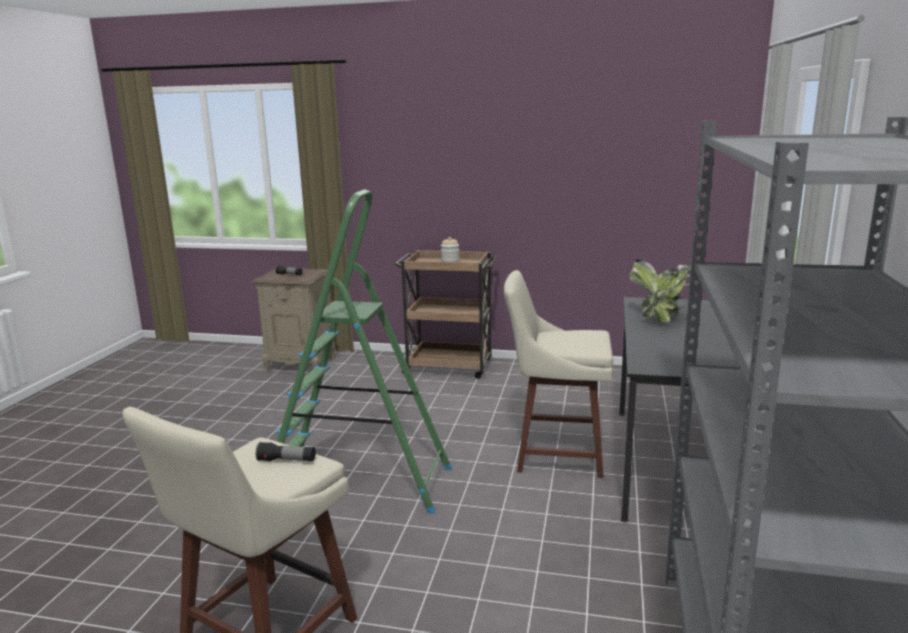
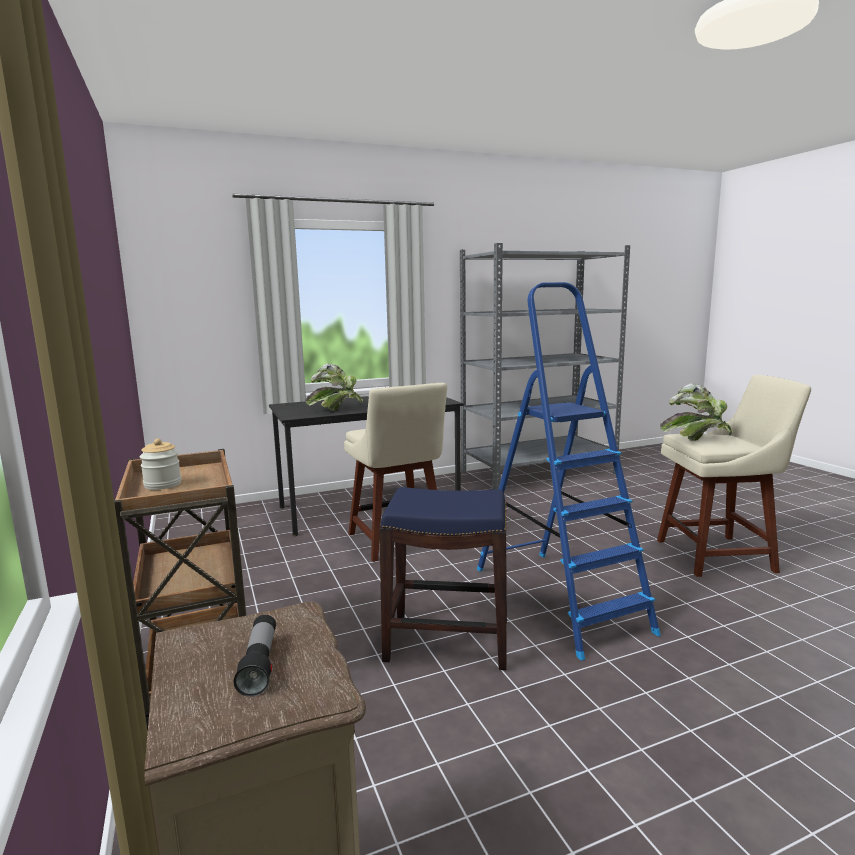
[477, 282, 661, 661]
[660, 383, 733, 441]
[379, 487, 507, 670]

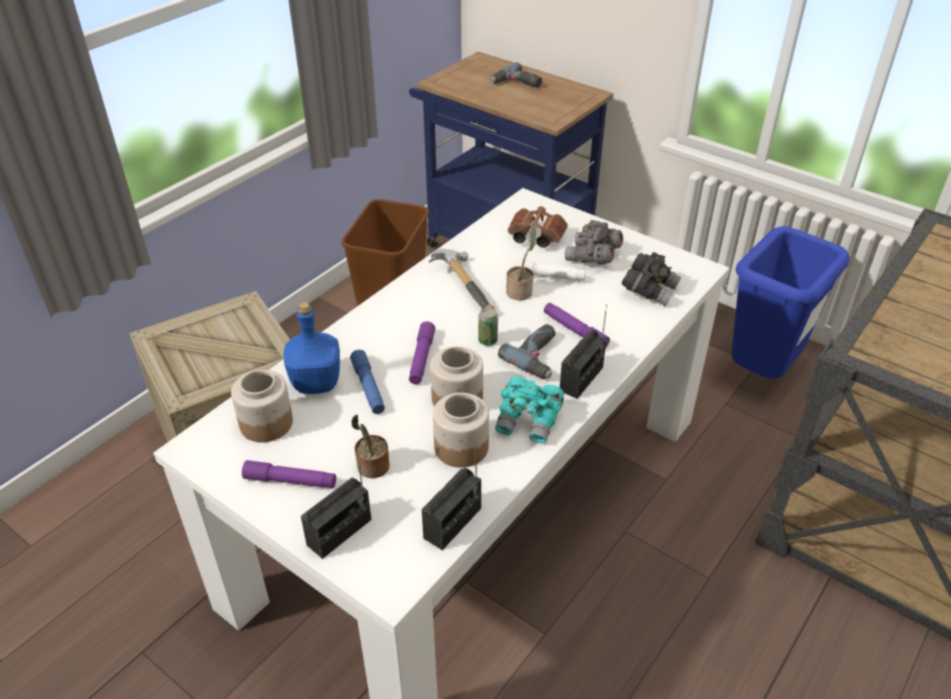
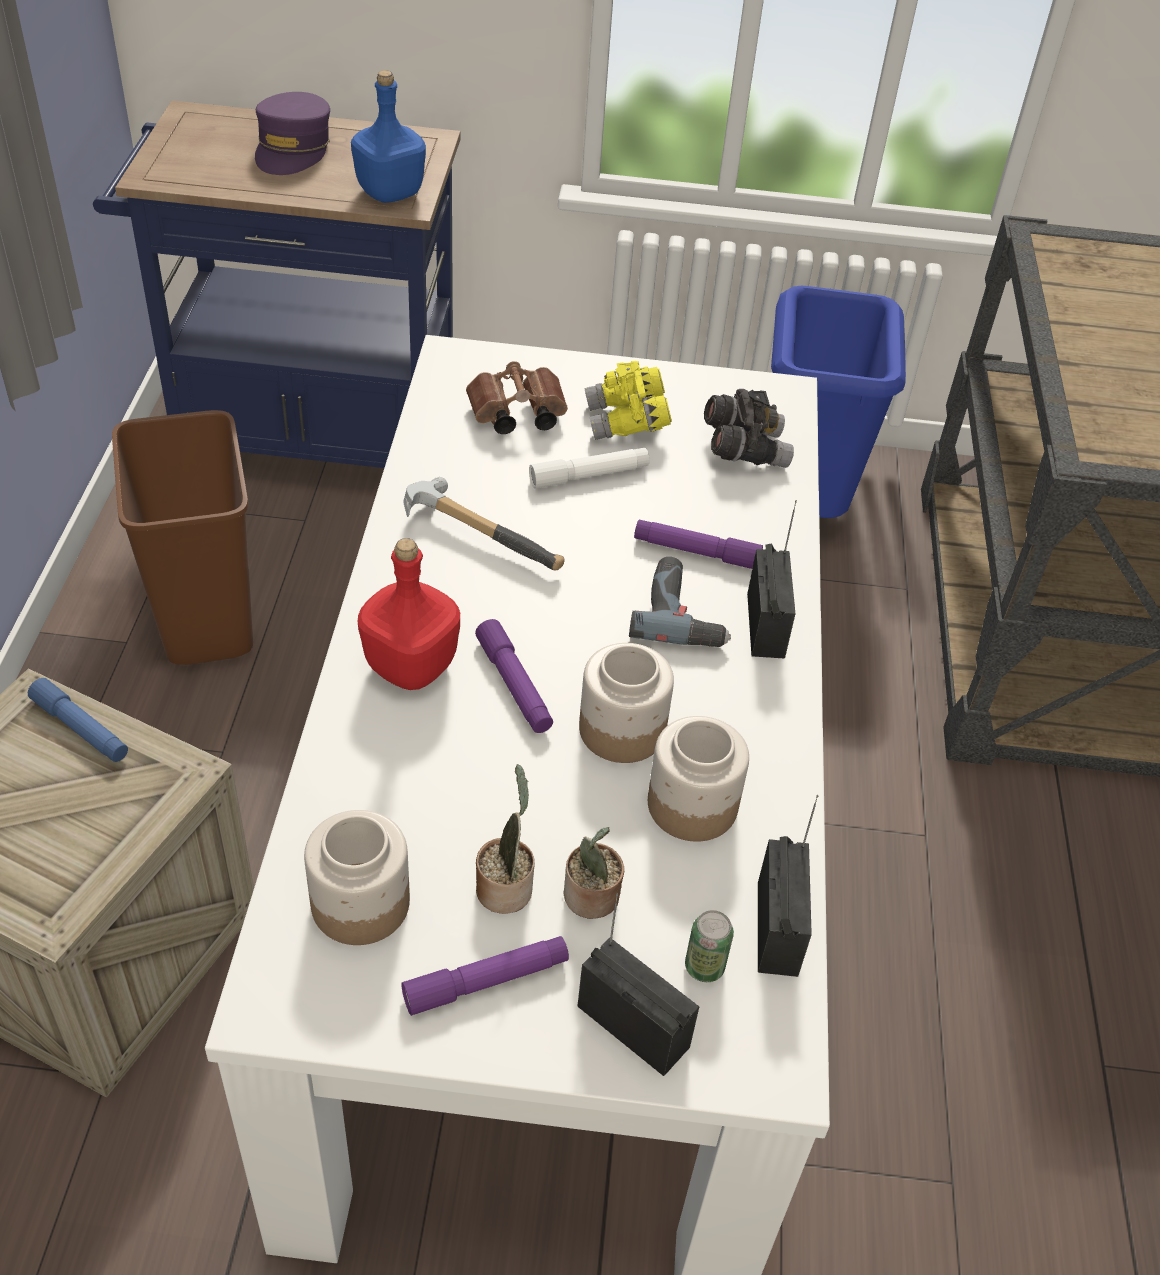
[255, 92, 330, 175]
[585, 361, 672, 440]
[476, 764, 535, 914]
[351, 70, 426, 203]
[685, 910, 734, 982]
[28, 678, 128, 762]
[495, 377, 564, 443] (first image)
[577, 893, 699, 1076]
[358, 538, 460, 690]

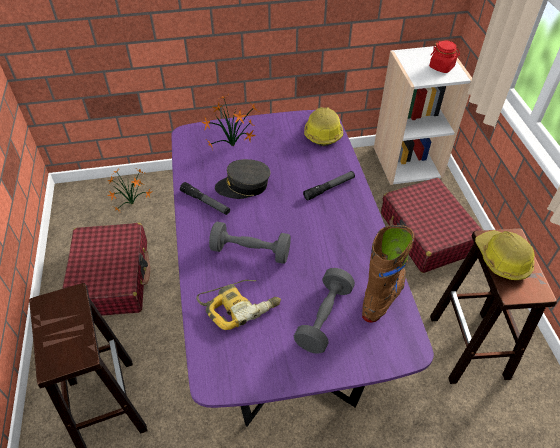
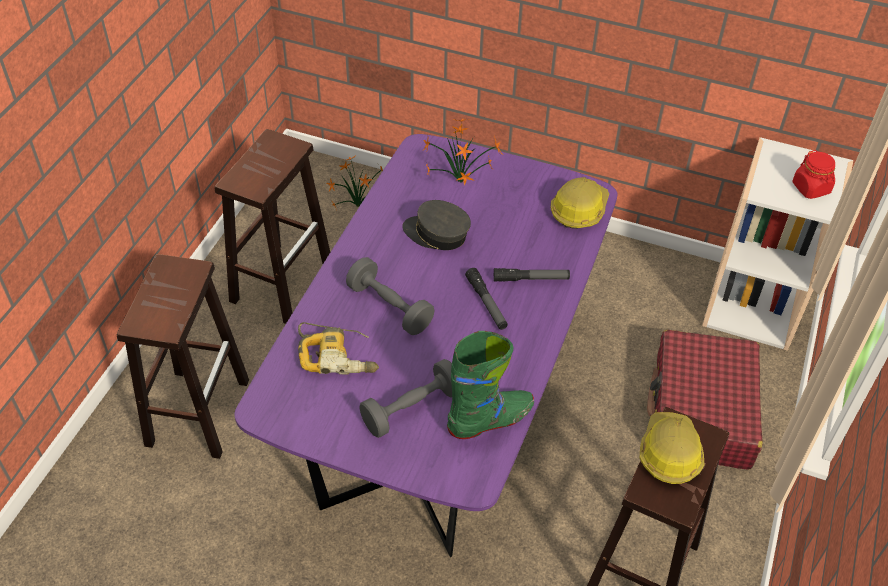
[465, 268, 508, 330]
[214, 129, 330, 324]
[447, 331, 534, 439]

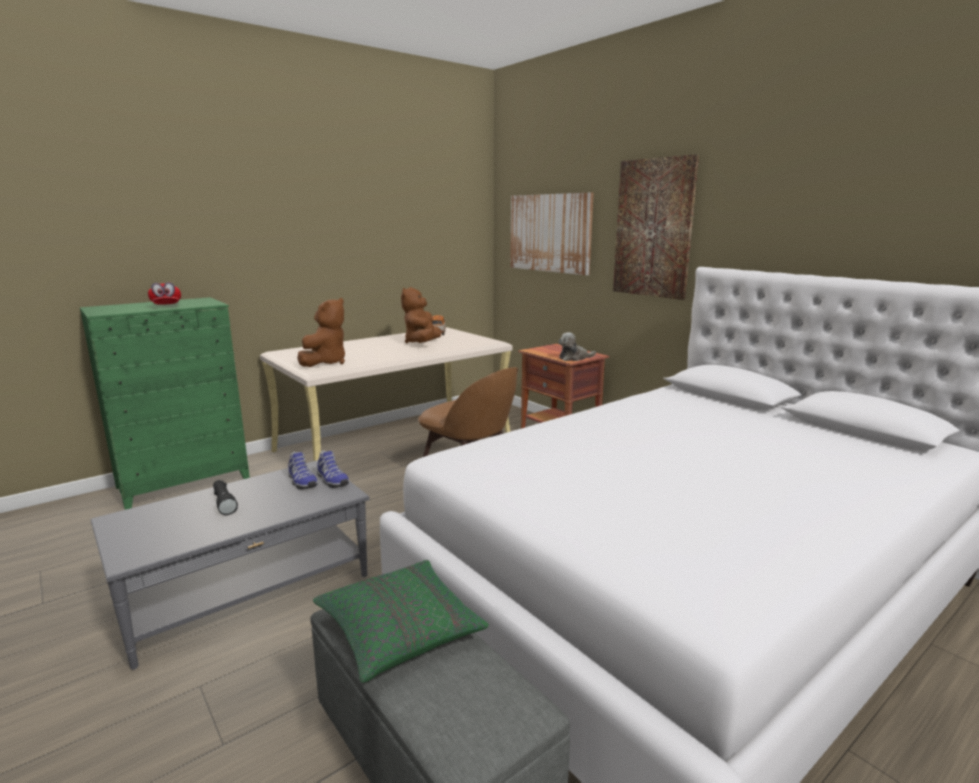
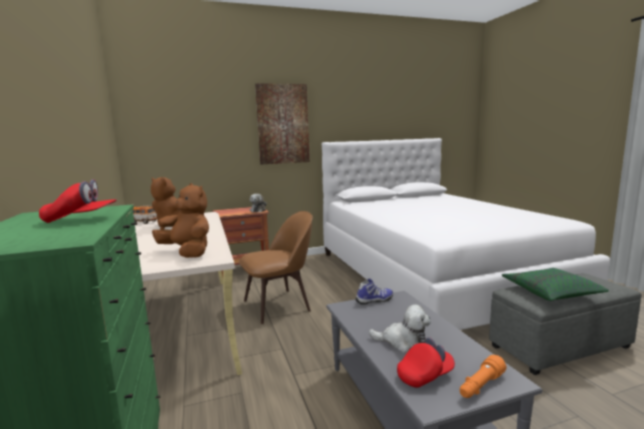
[510, 192, 594, 275] (first image)
[288, 452, 318, 490] (first image)
[369, 304, 431, 353]
[397, 337, 455, 388]
[460, 355, 507, 398]

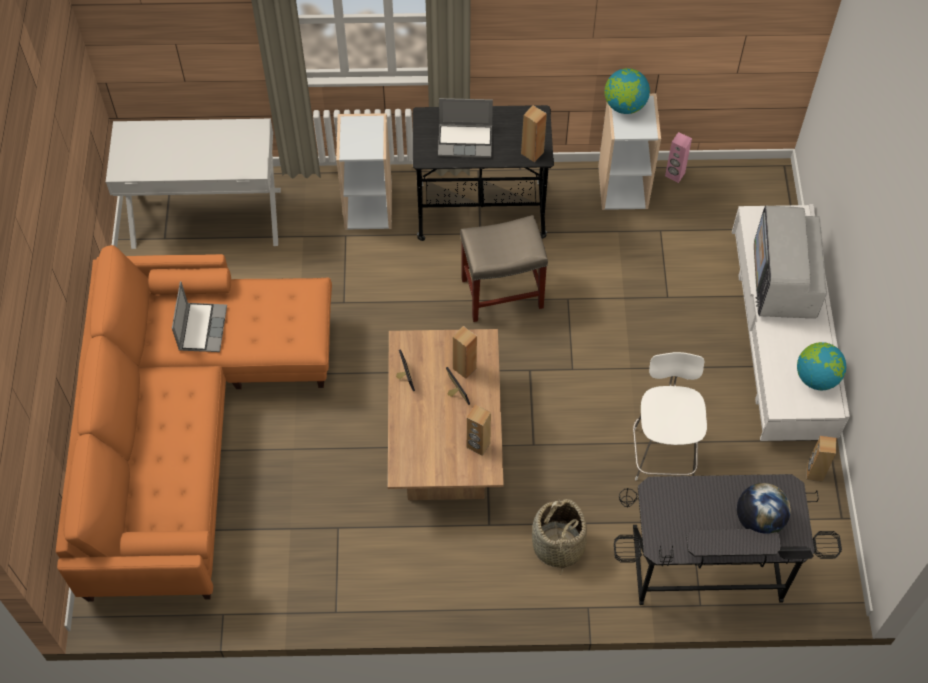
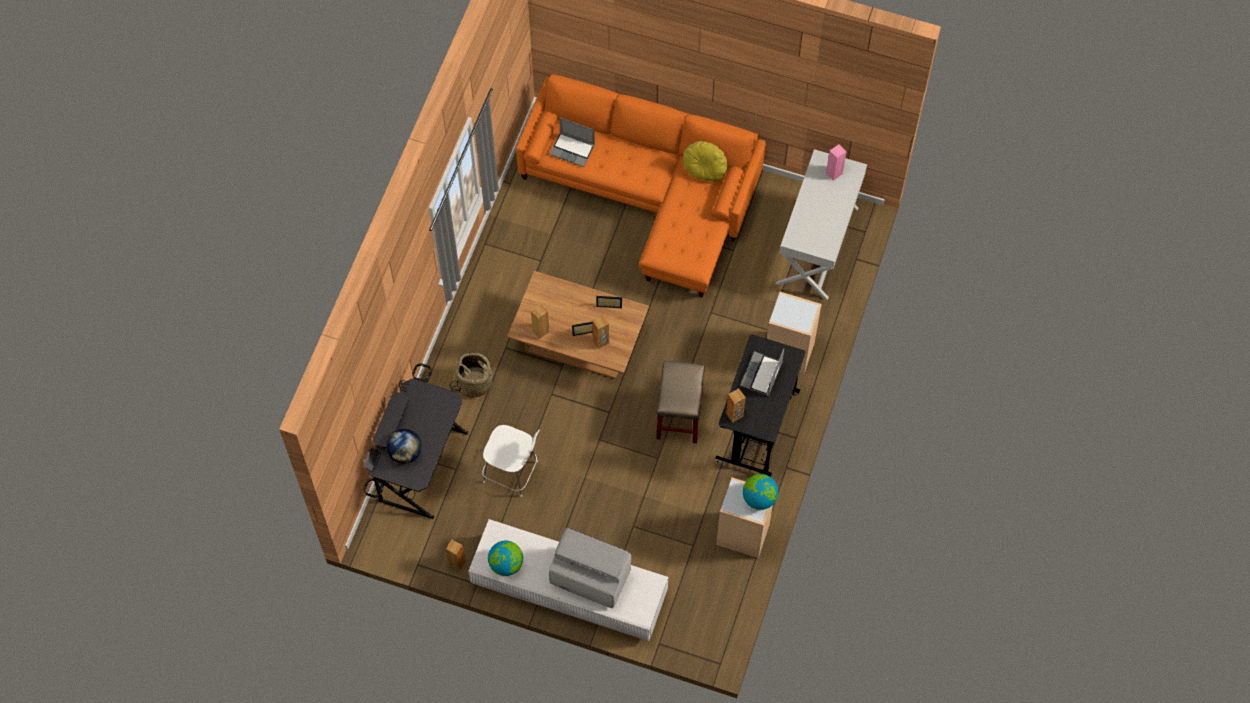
[826, 144, 846, 181]
[549, 117, 595, 167]
[683, 141, 727, 182]

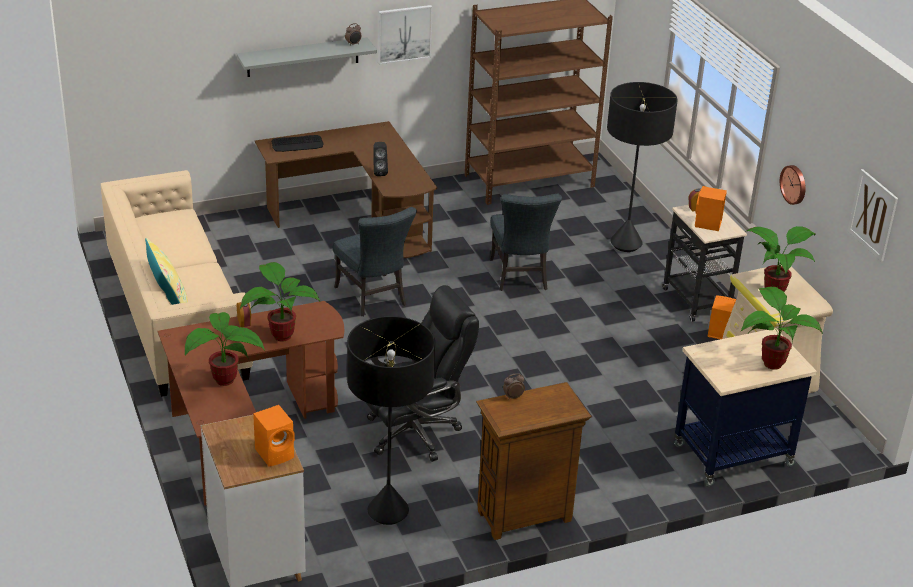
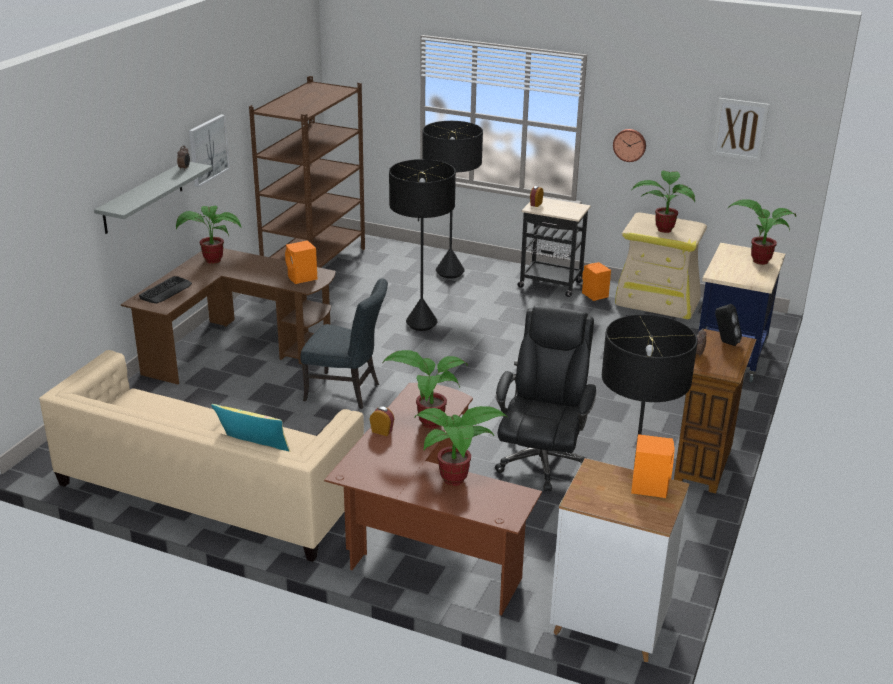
[715, 304, 742, 346]
[285, 240, 317, 284]
[389, 159, 456, 331]
[176, 206, 241, 264]

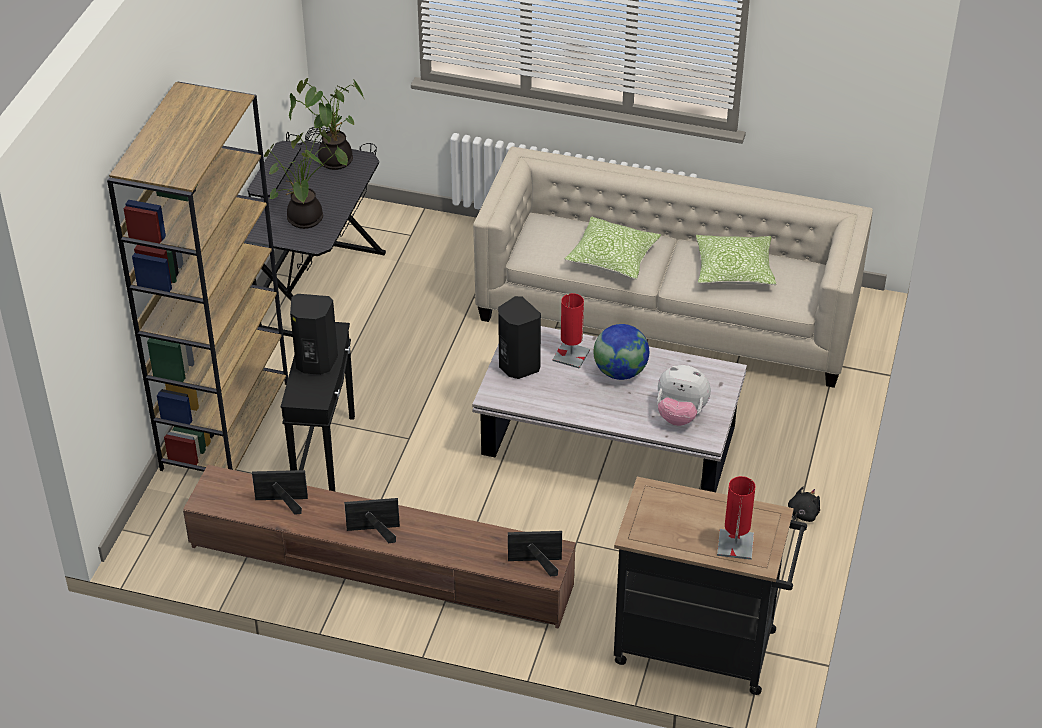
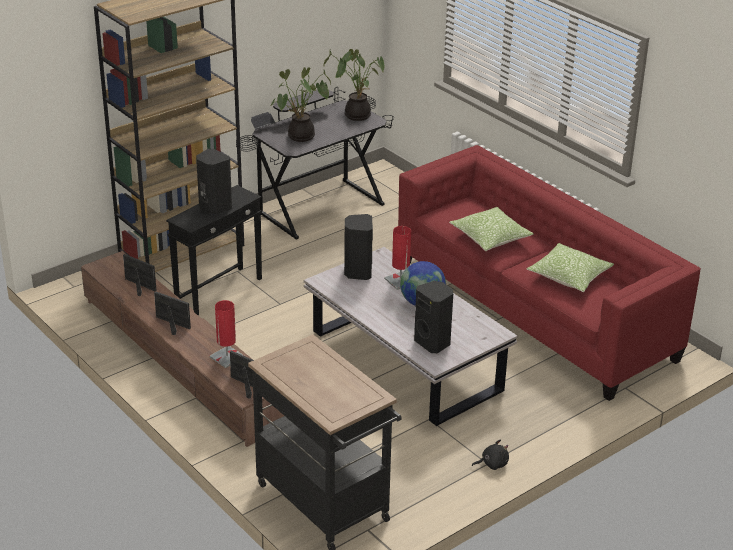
[398, 145, 701, 401]
[414, 281, 453, 353]
[209, 300, 244, 368]

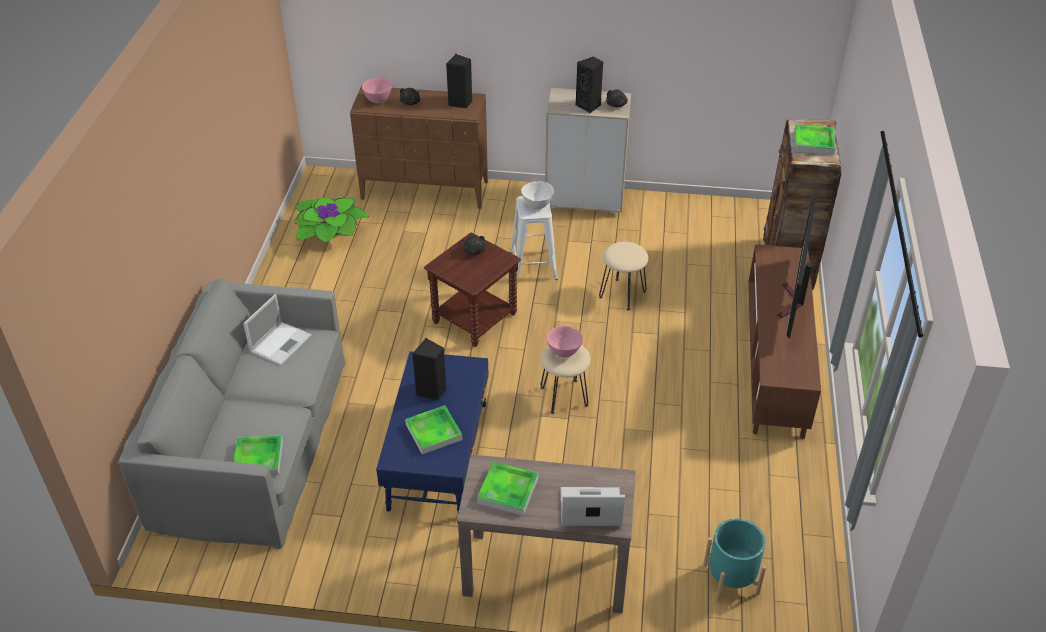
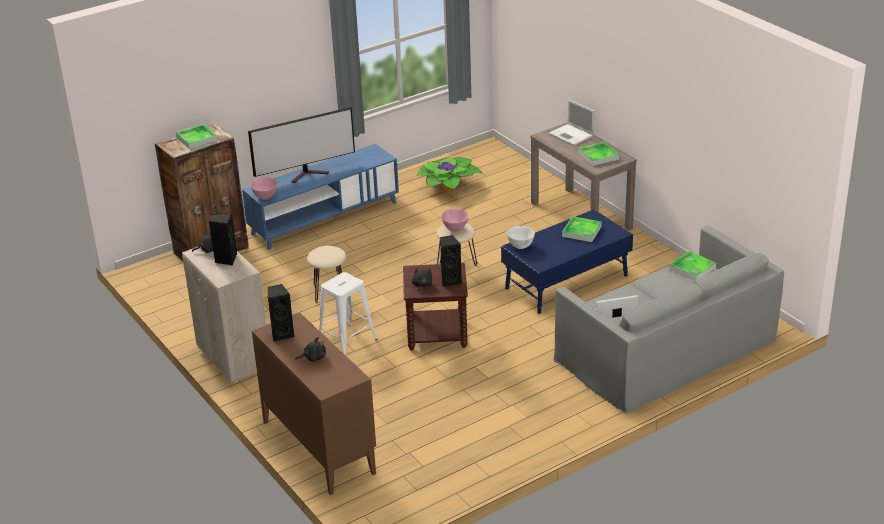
[251, 178, 277, 200]
[507, 226, 535, 249]
[417, 157, 482, 192]
[242, 144, 399, 250]
[440, 235, 462, 287]
[703, 518, 766, 602] (first image)

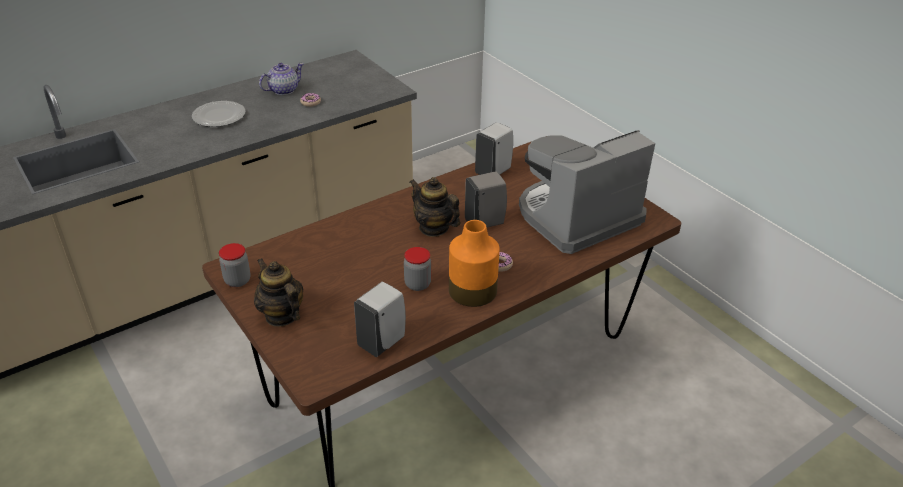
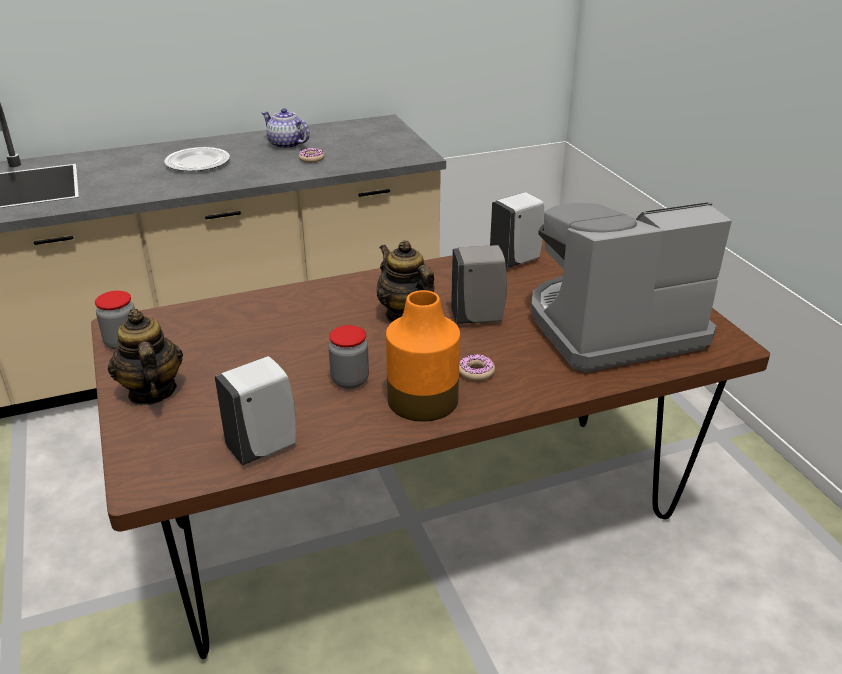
[261, 108, 310, 149]

